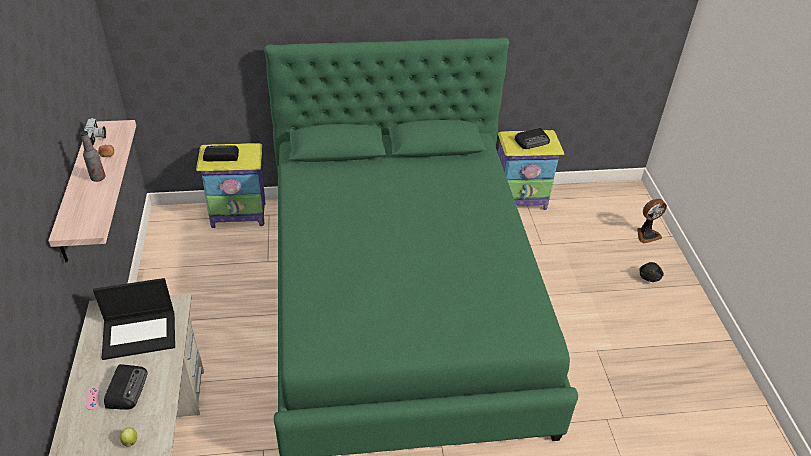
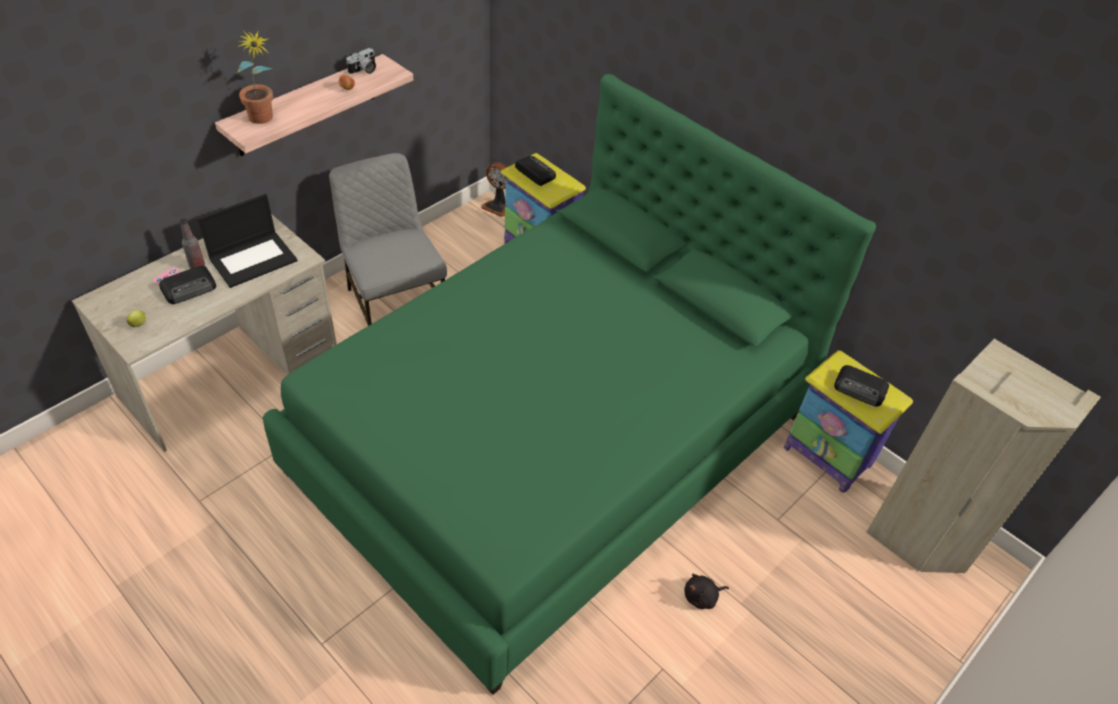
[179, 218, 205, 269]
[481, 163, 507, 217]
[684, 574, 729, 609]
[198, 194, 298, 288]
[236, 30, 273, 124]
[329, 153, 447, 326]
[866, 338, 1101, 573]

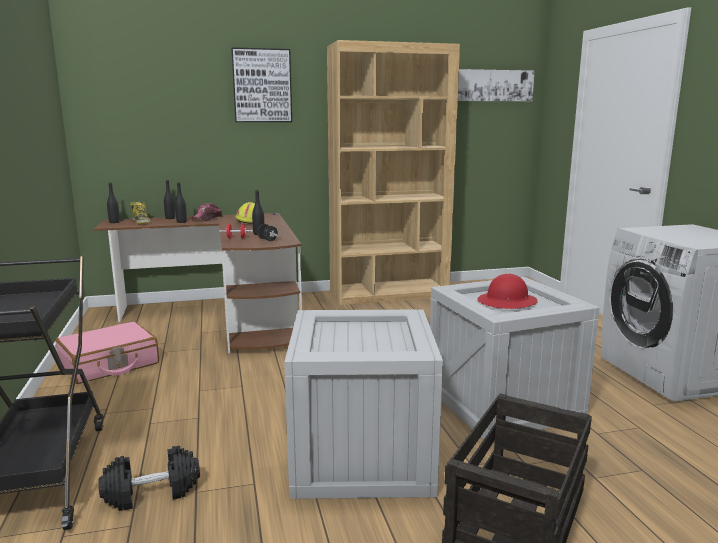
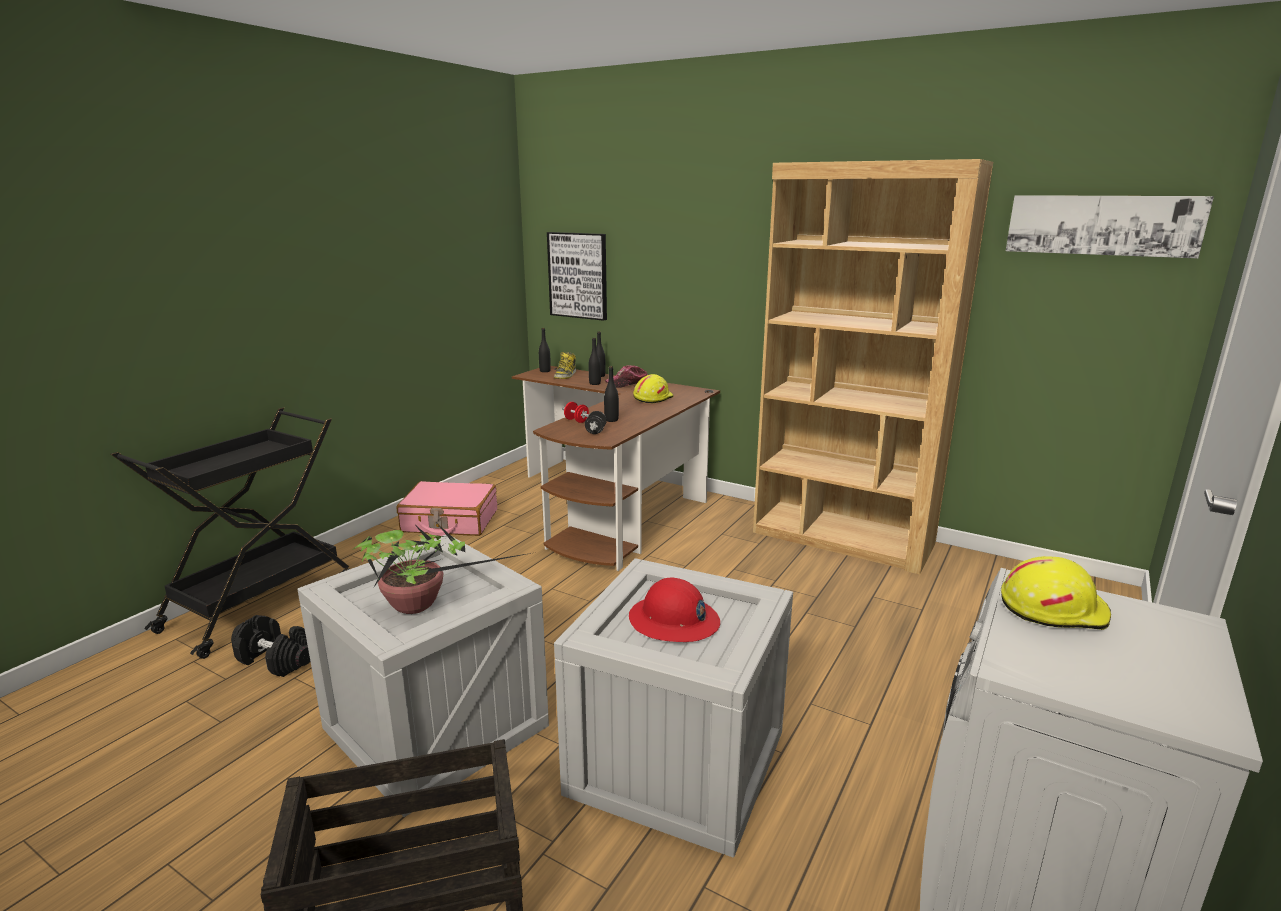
[547, 232, 607, 321]
[352, 525, 531, 614]
[1001, 556, 1111, 630]

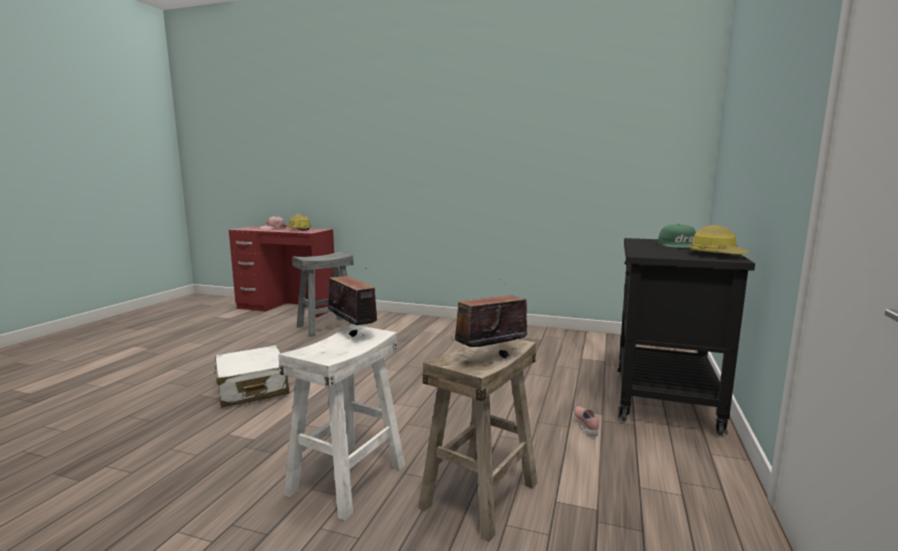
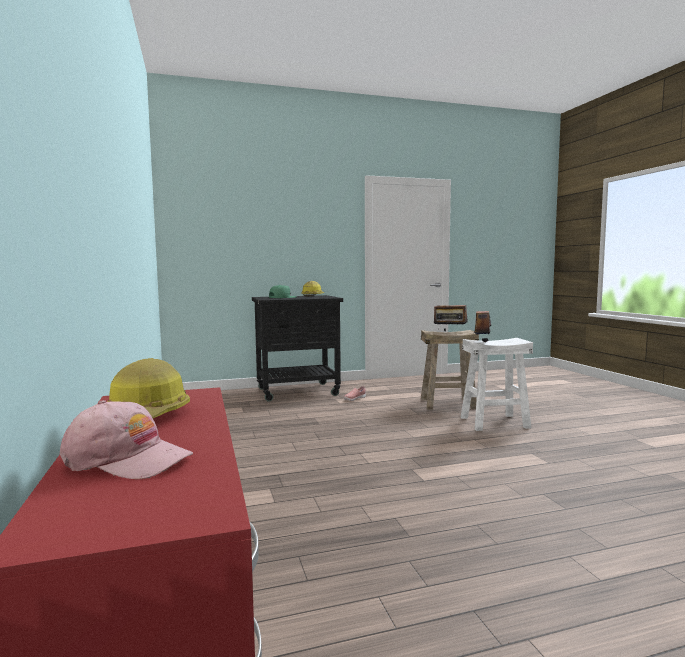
[292, 252, 354, 337] (first image)
[214, 345, 290, 408] (first image)

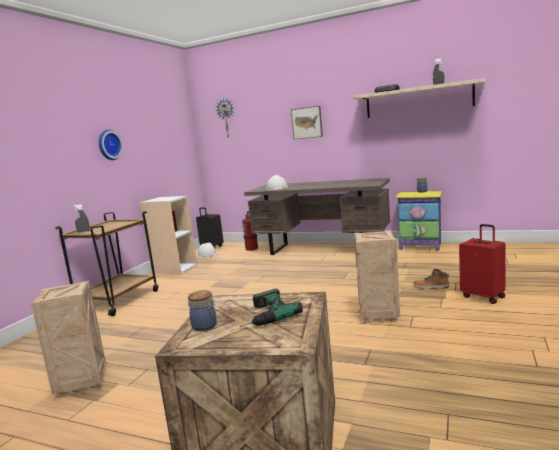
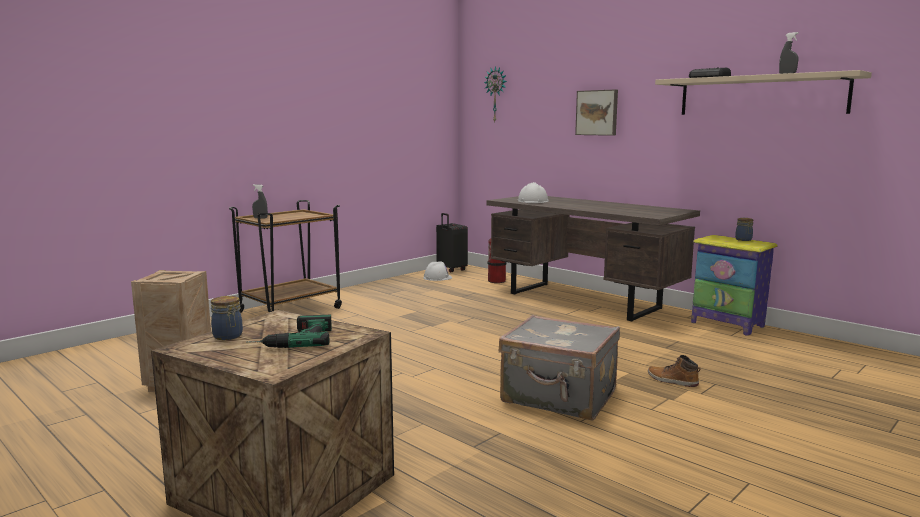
[99, 130, 123, 160] (first image)
[140, 196, 197, 274] (first image)
[459, 224, 506, 304] (first image)
[499, 315, 620, 420]

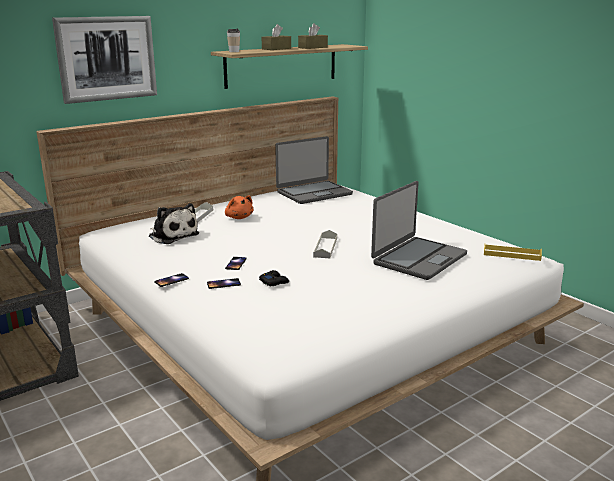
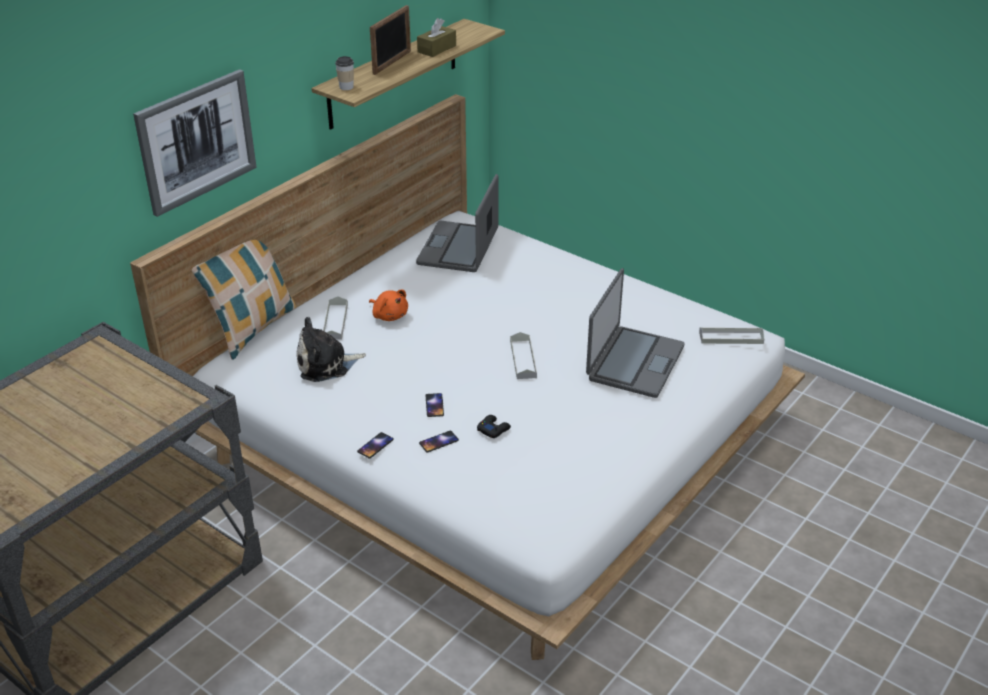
[370, 5, 411, 75]
[416, 174, 499, 272]
[296, 317, 366, 382]
[699, 327, 765, 344]
[192, 240, 296, 360]

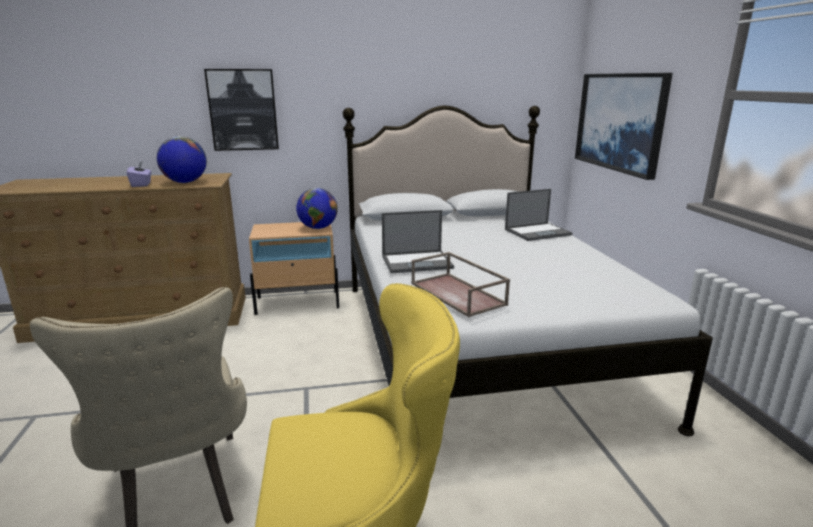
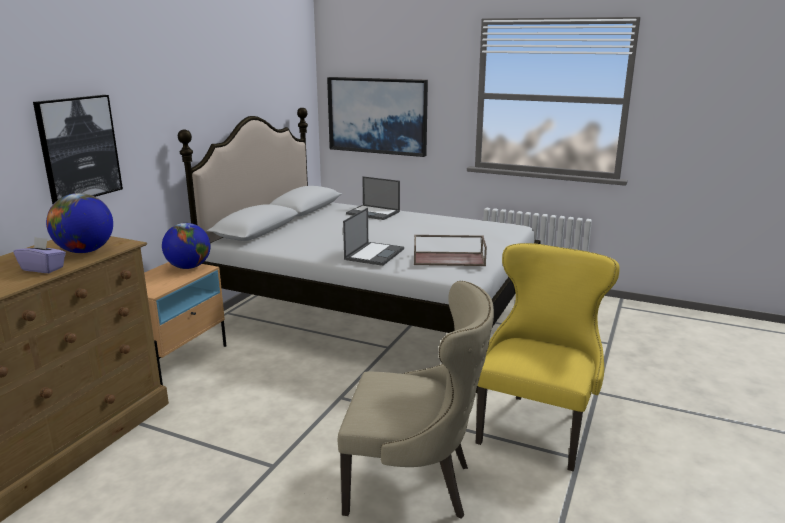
[346, 176, 400, 220]

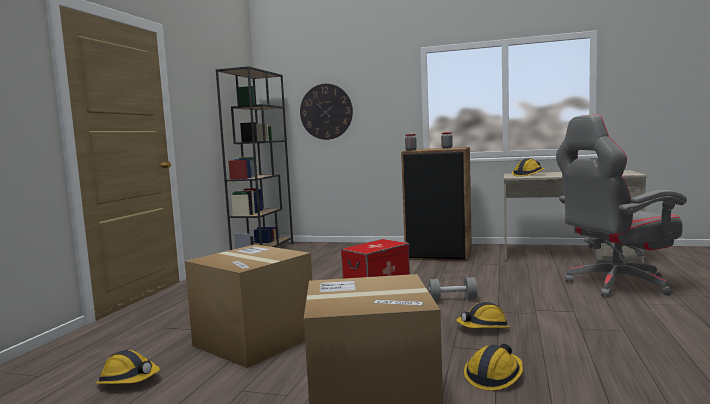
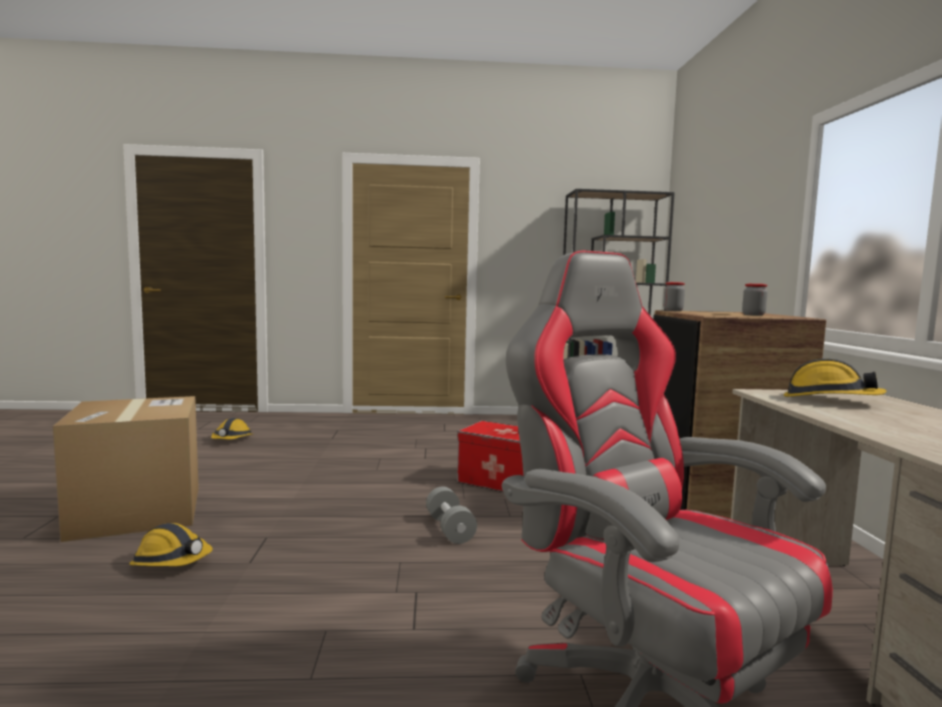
[300, 84, 353, 140] (first image)
[185, 244, 312, 368] (first image)
[456, 302, 510, 328] (first image)

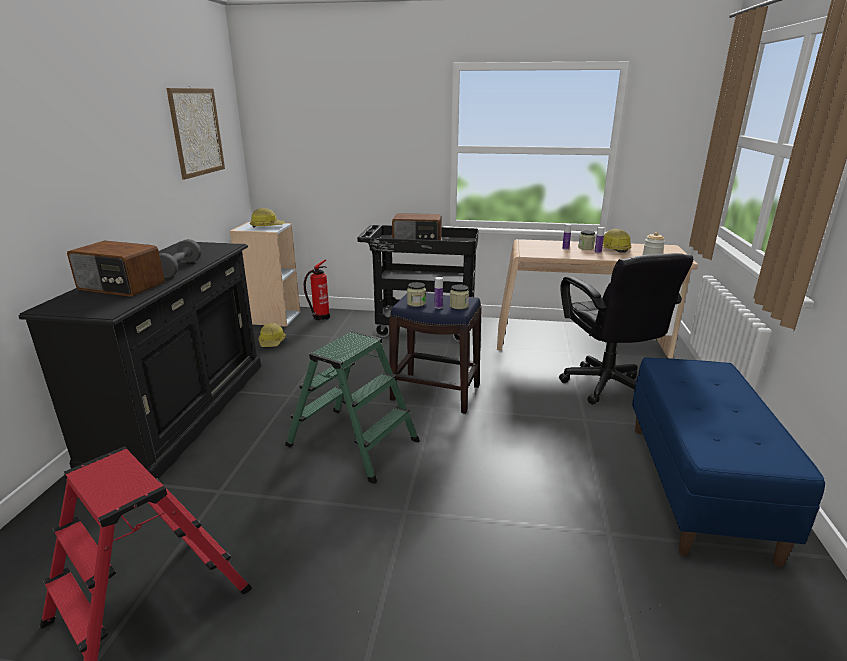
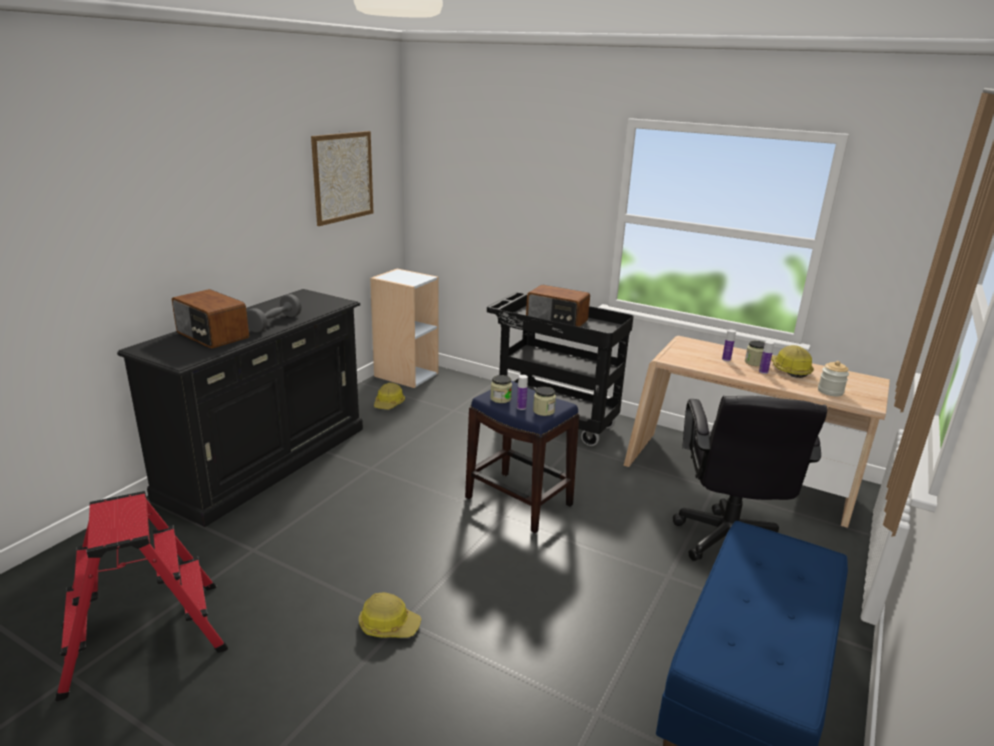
[359, 592, 421, 638]
[304, 260, 330, 320] (first image)
[285, 330, 420, 484] (first image)

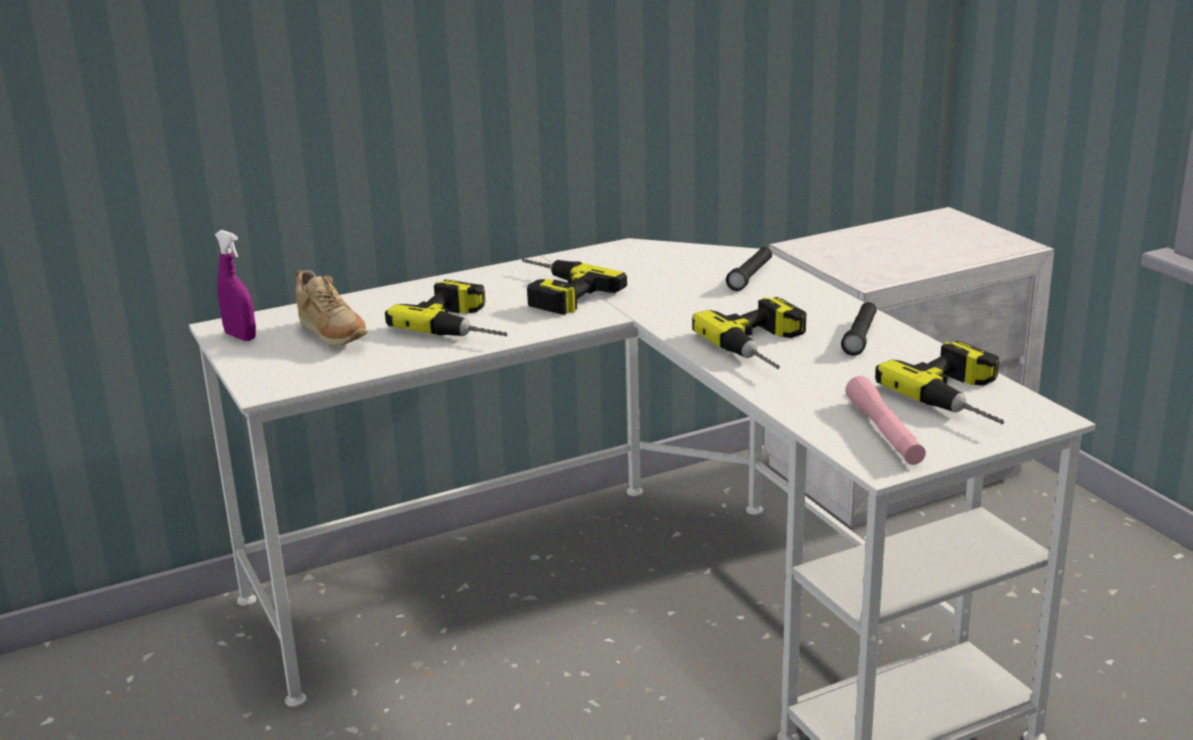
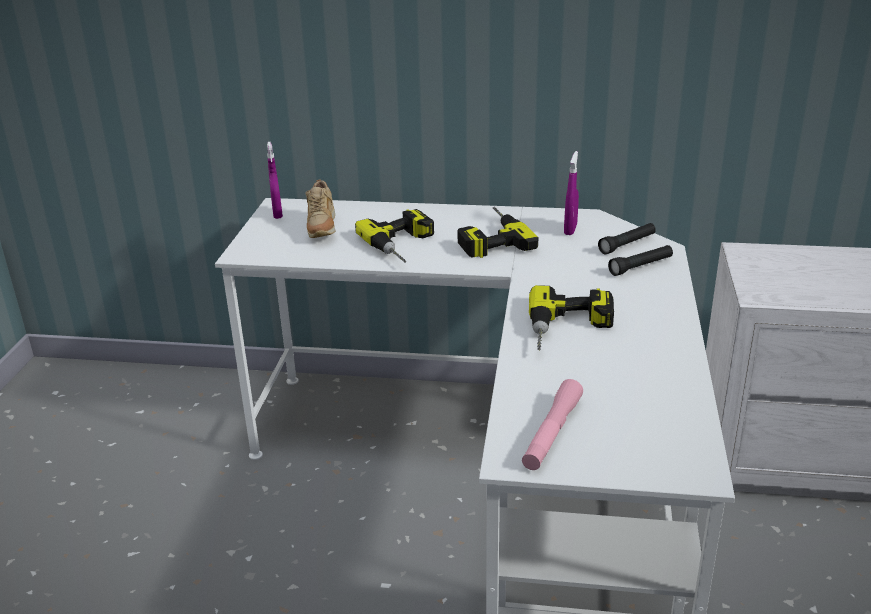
[598, 223, 656, 254]
[875, 341, 1004, 424] (first image)
[564, 151, 579, 235]

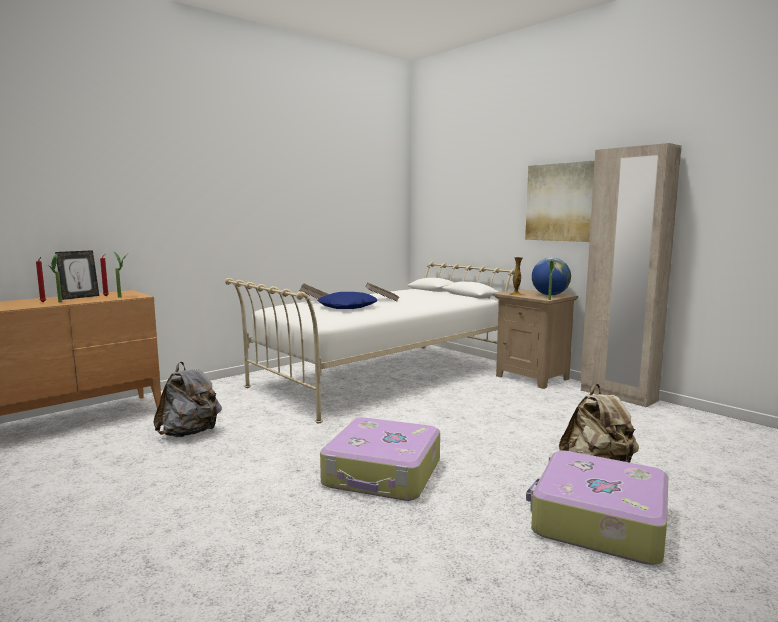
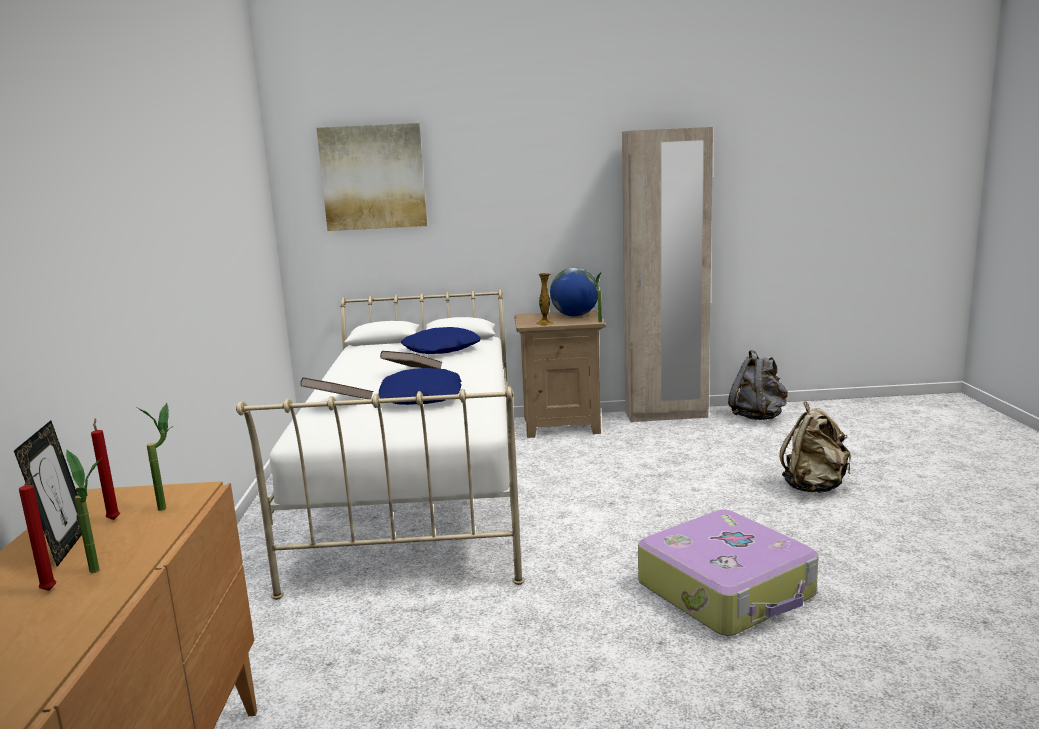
[317, 123, 427, 231]
[728, 350, 788, 420]
[526, 450, 668, 565] (first image)
[401, 327, 481, 354]

